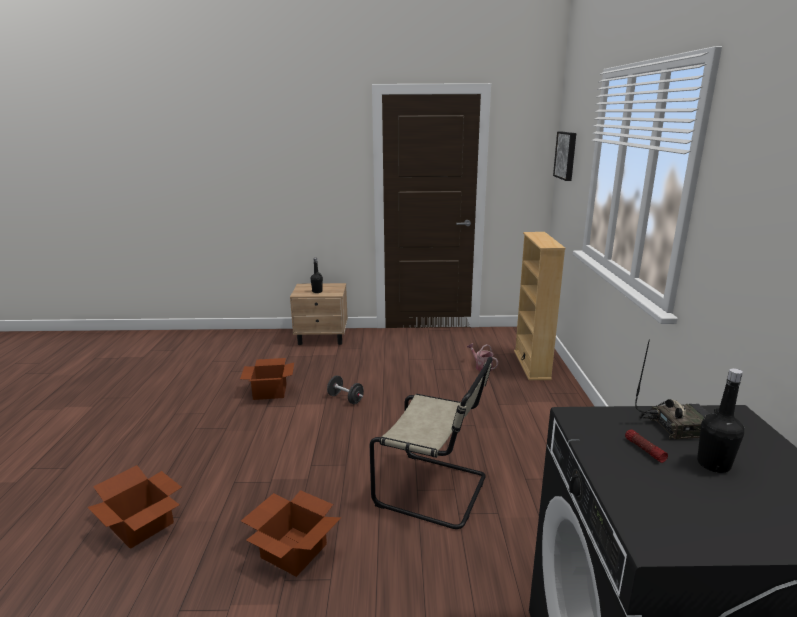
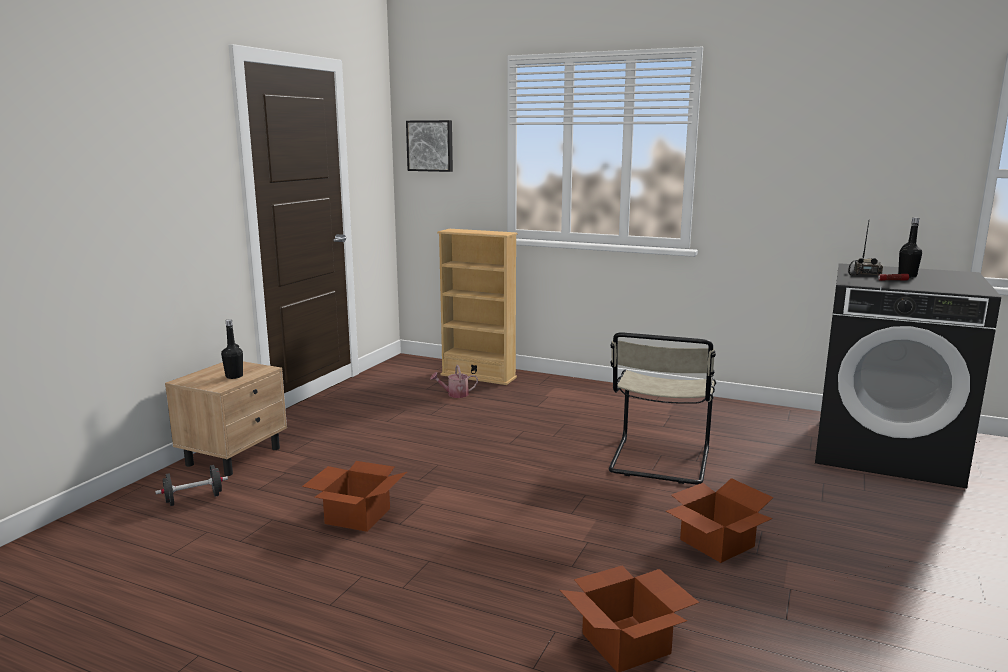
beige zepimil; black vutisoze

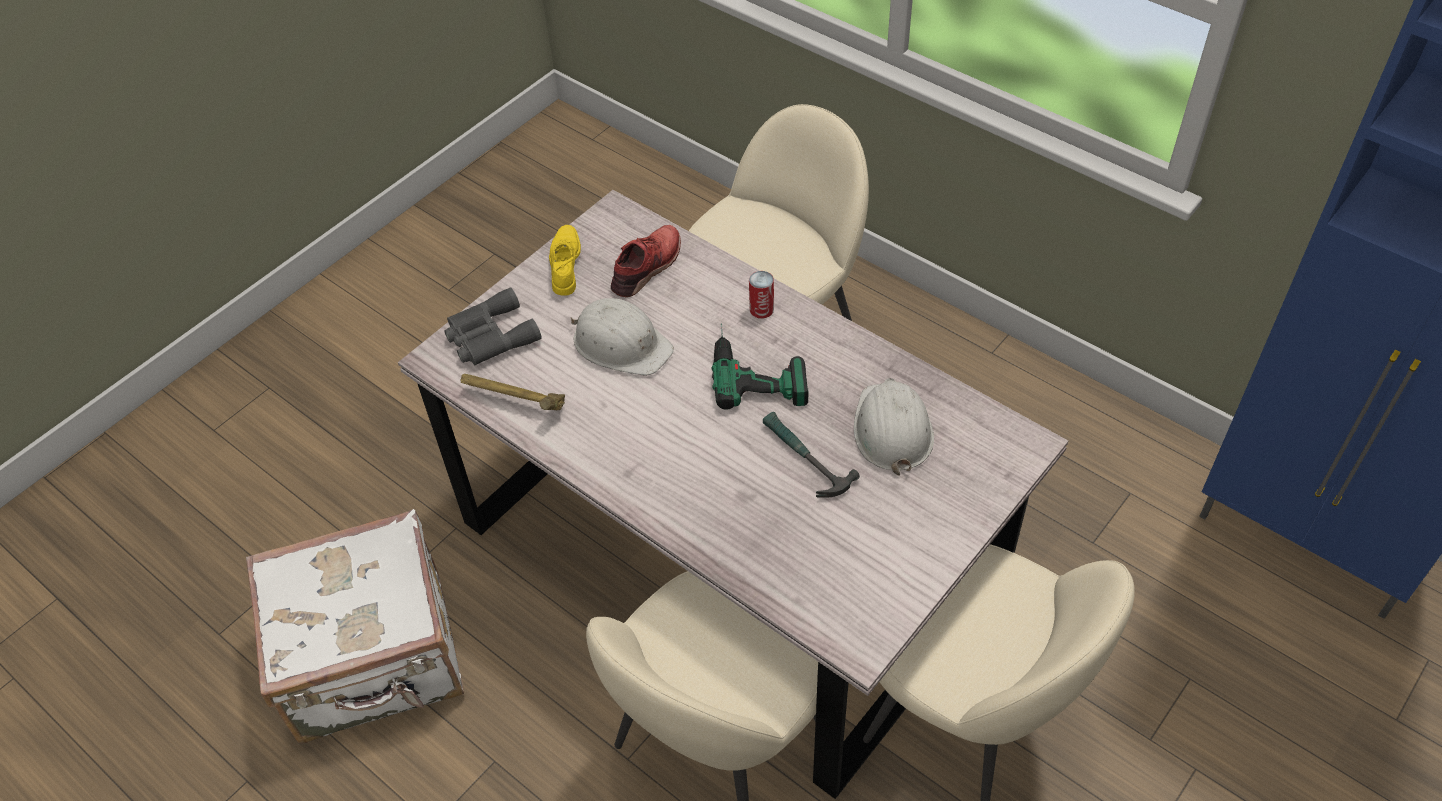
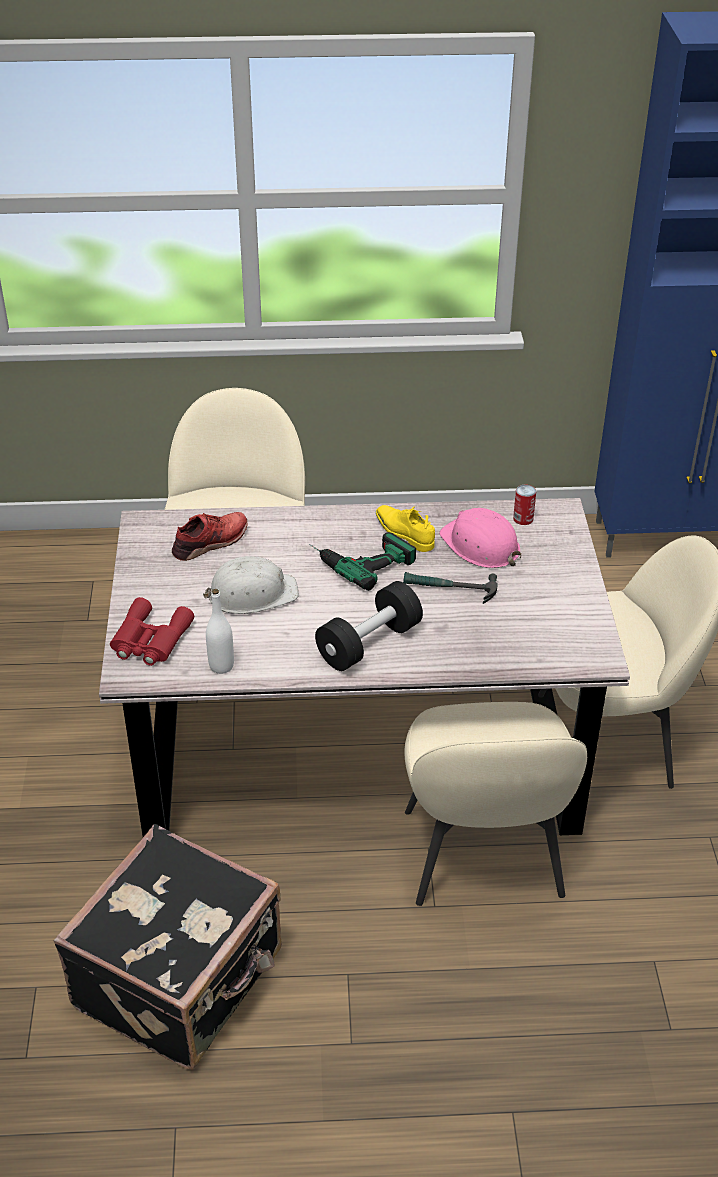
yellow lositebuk; red lositebuk; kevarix; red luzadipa; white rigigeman; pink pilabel; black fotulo; black vutisoze

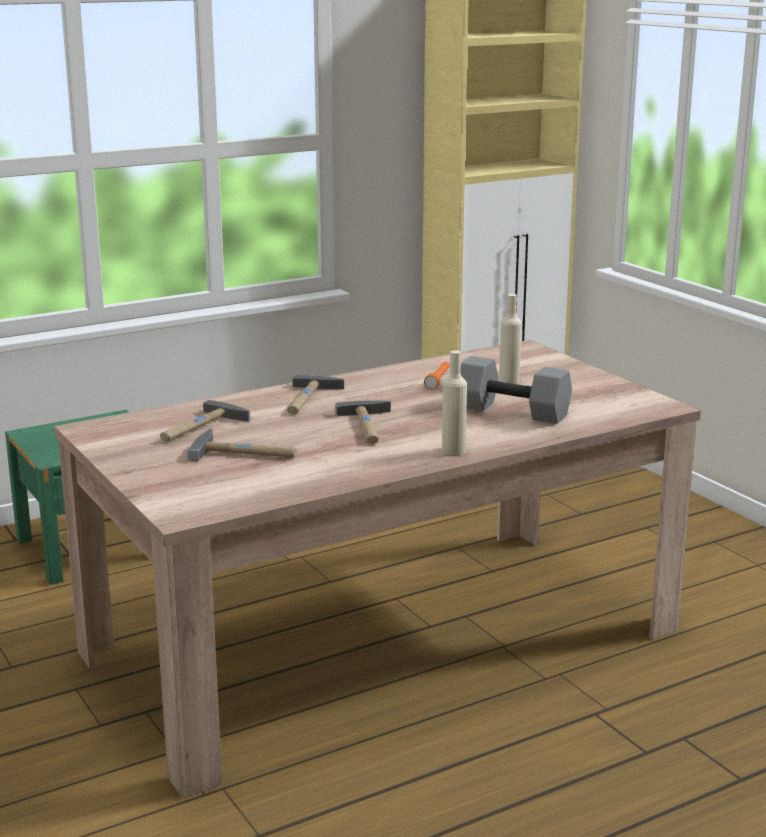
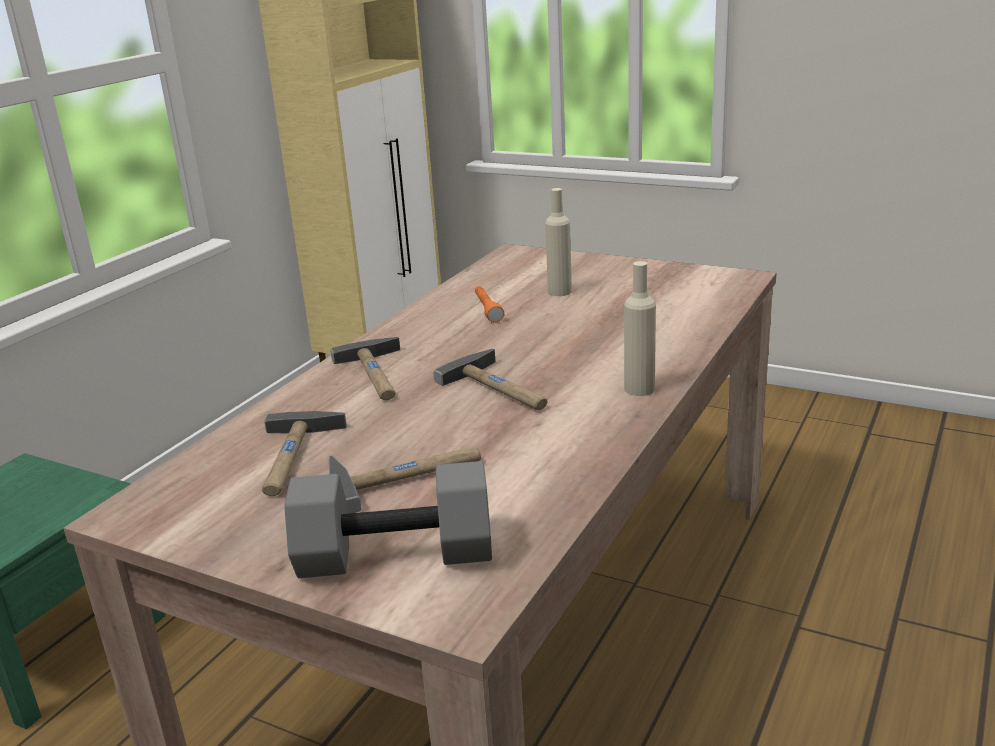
grey vutisoze

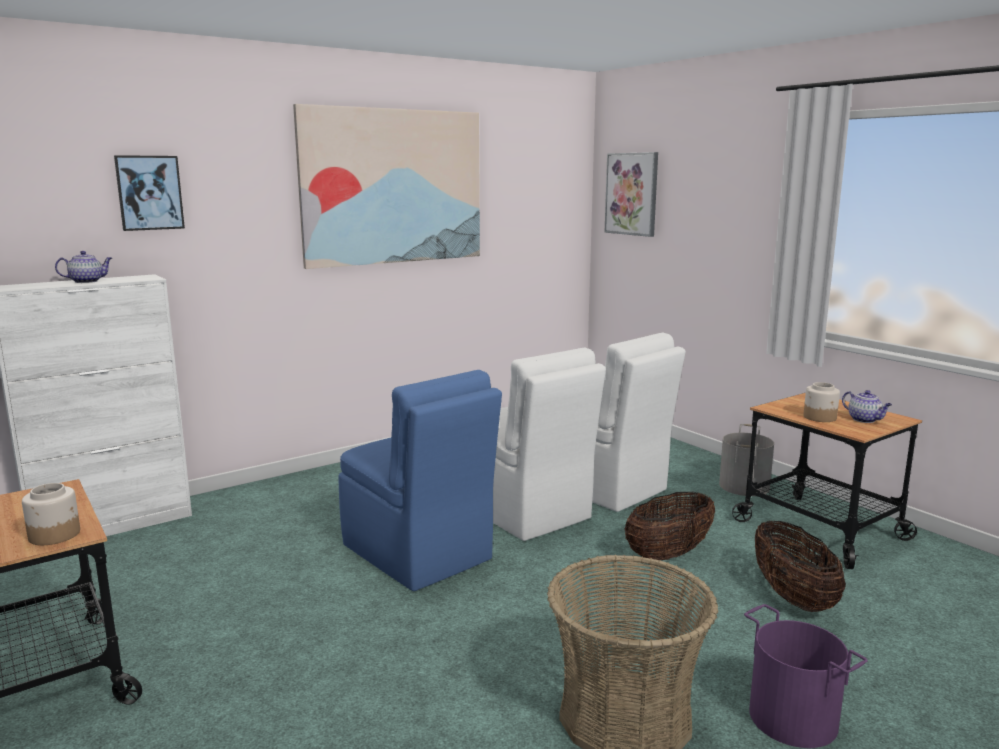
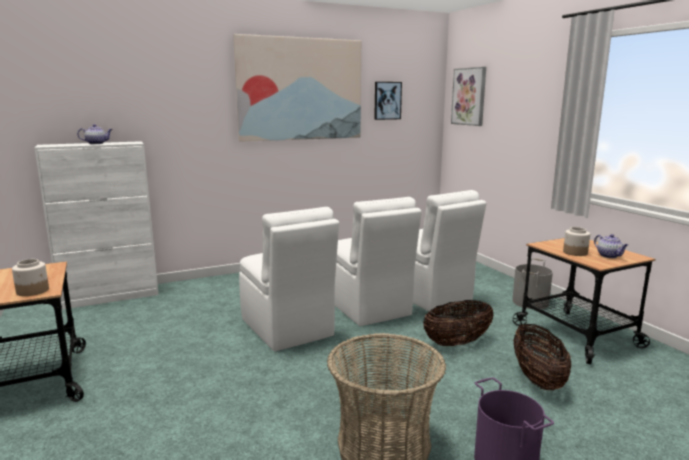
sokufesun (2nd from left); white zepimil (1st from left)

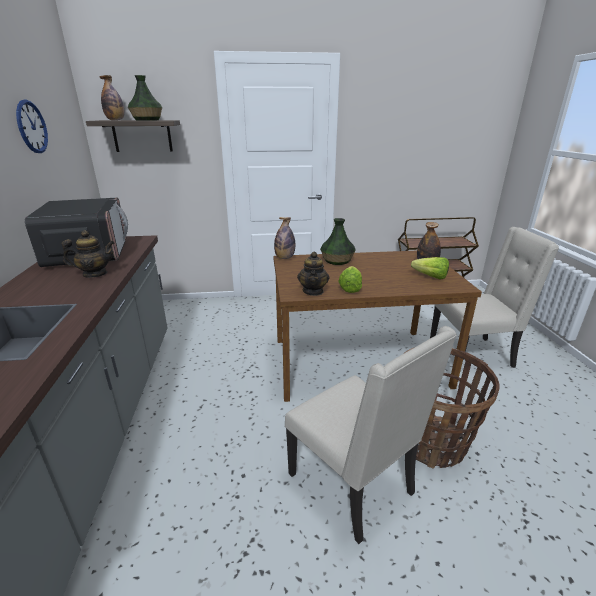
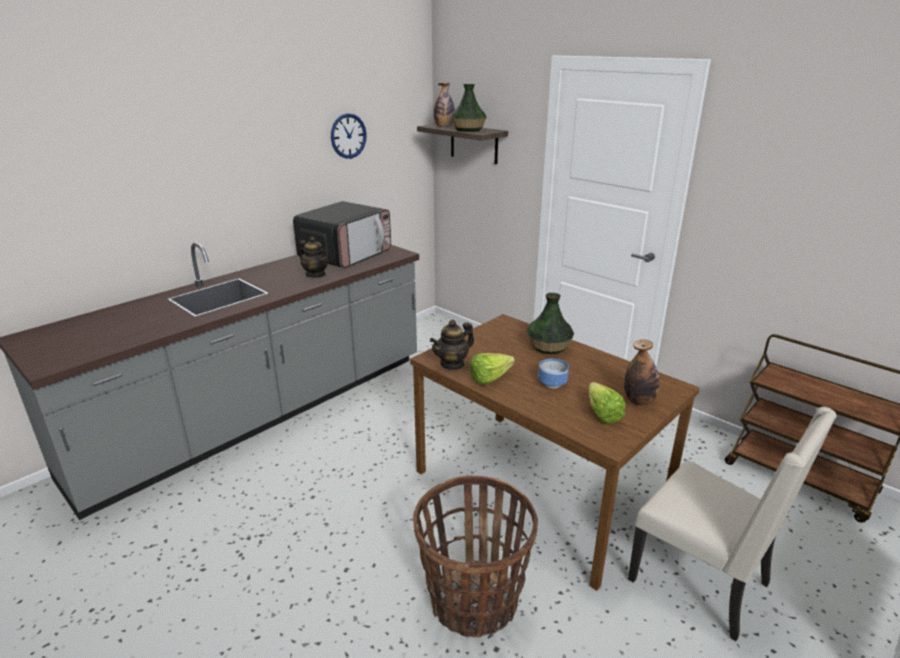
rigigeman (2nd from left in the first image); beige zepimil (1st from left in the first image); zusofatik

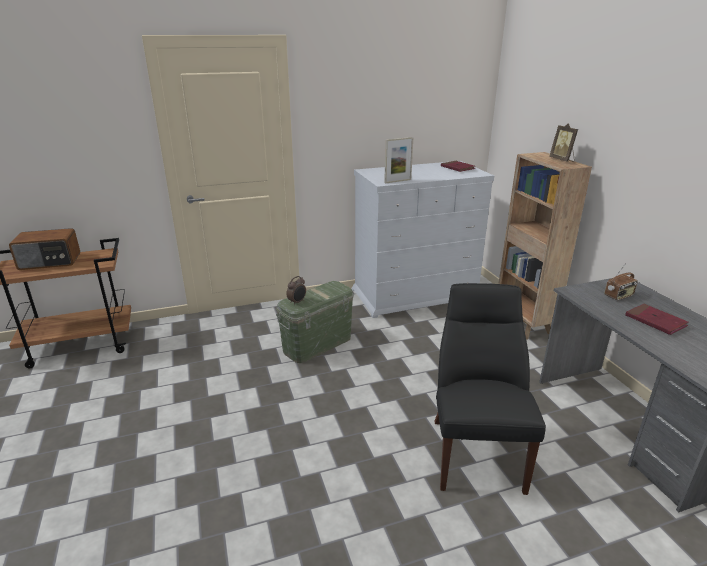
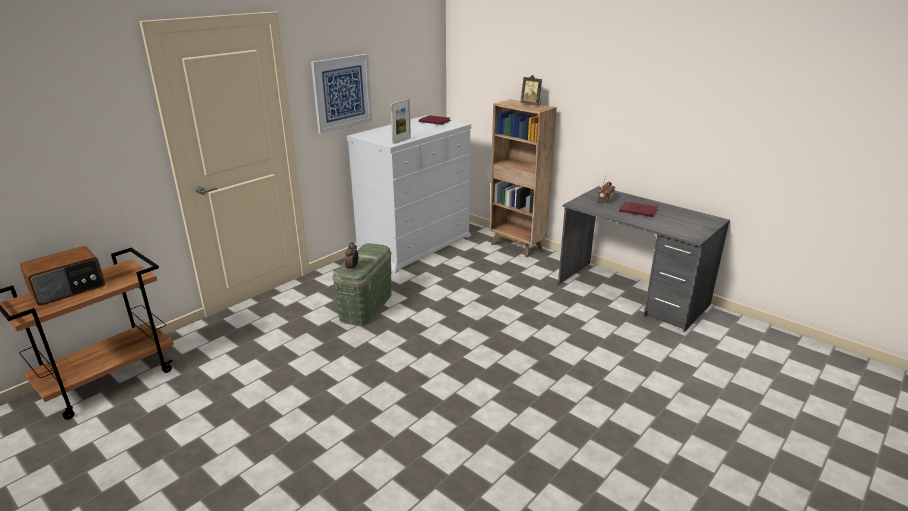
black zepimil; sokufesun

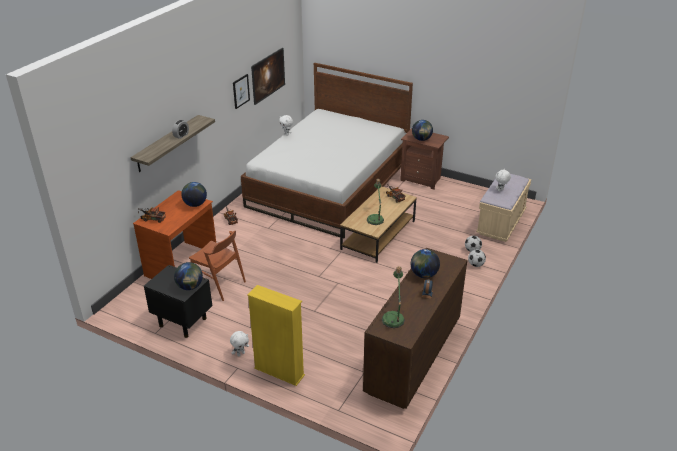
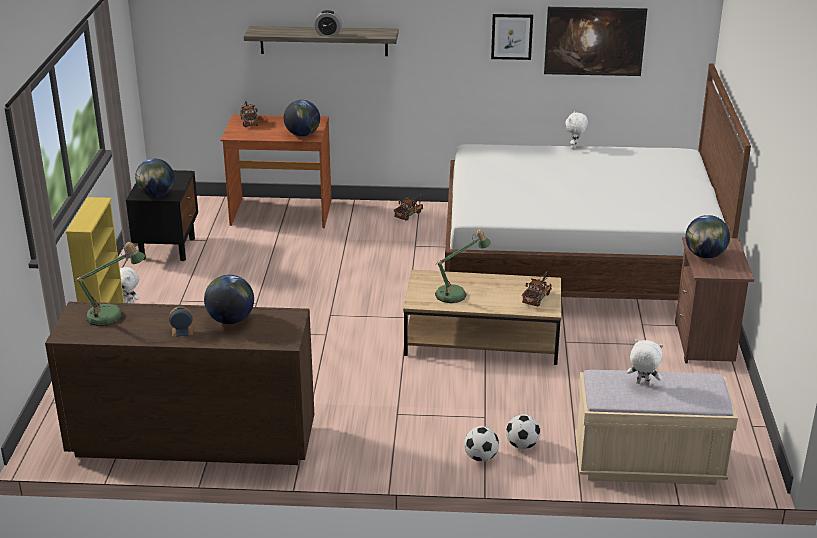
brown zepimil

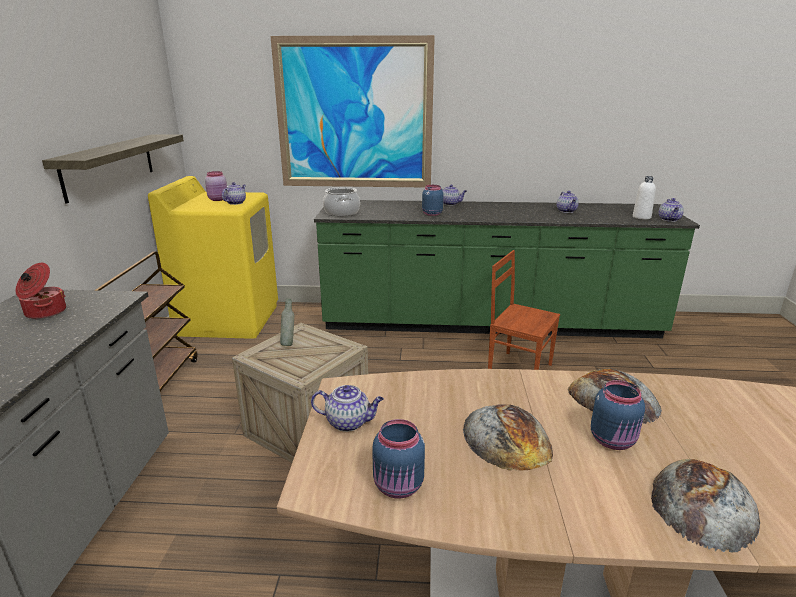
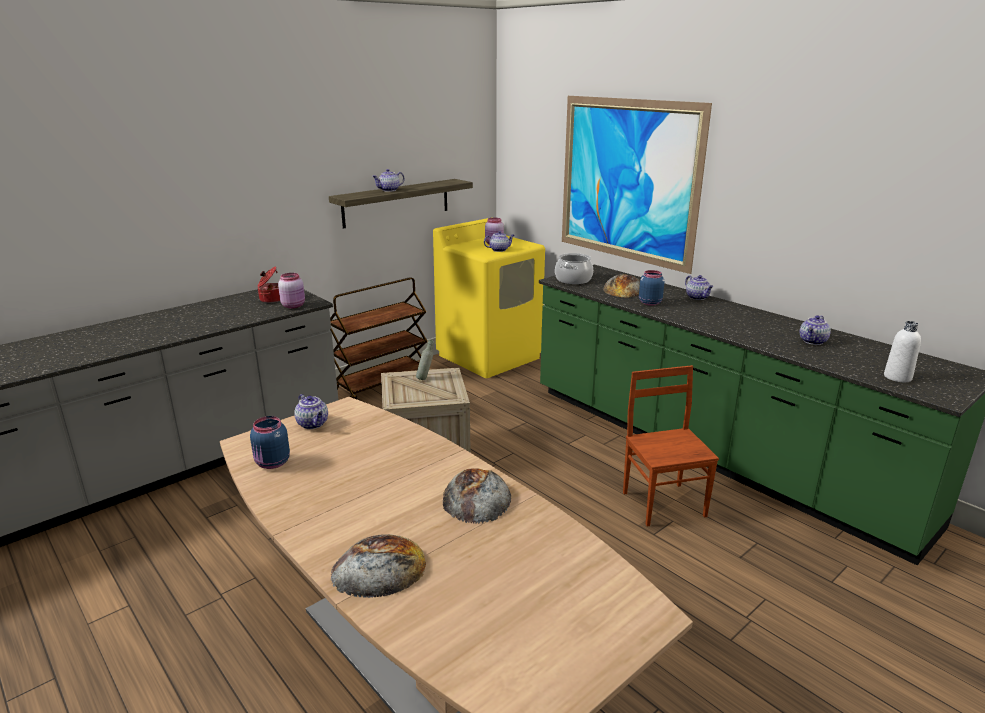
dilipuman (2nd from left); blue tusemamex (3rd from left in the first image); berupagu (3rd from left); pink tusemamex (1st from left)

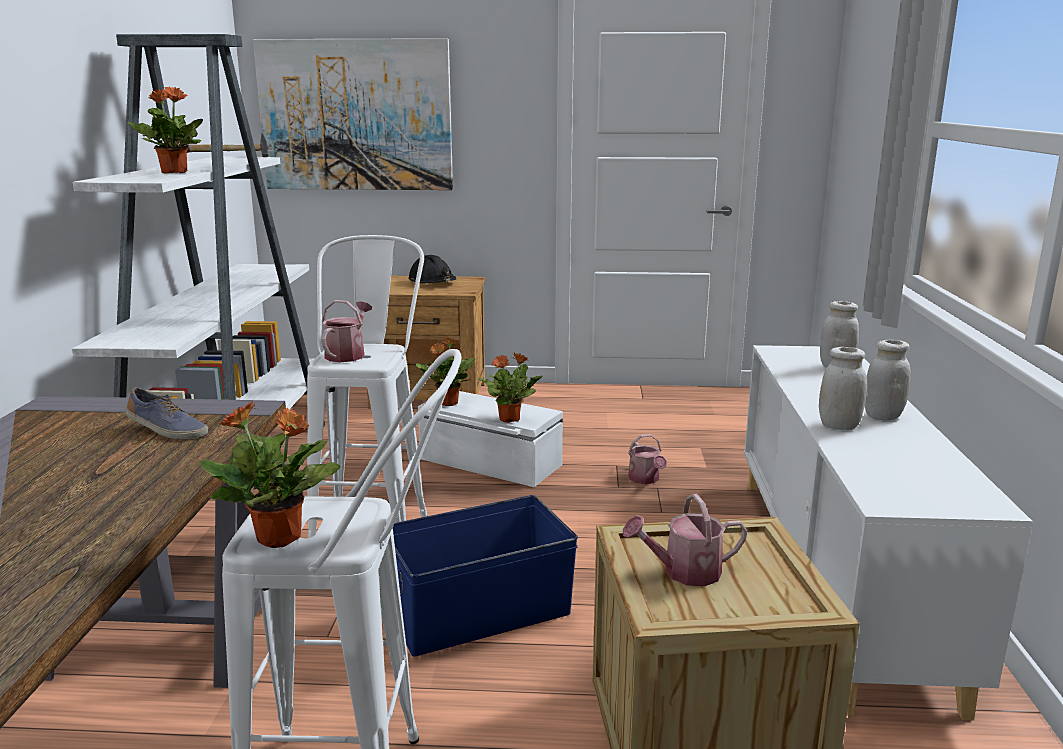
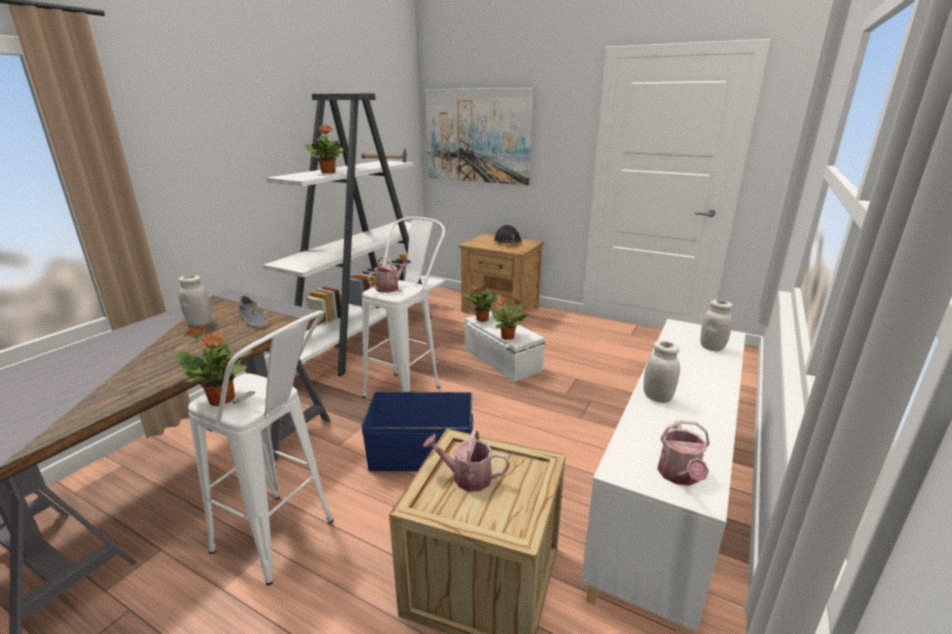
white tusemamex (1st from left); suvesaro (3rd from left)

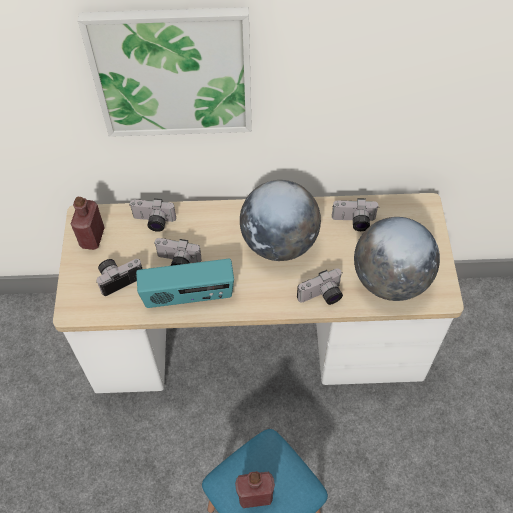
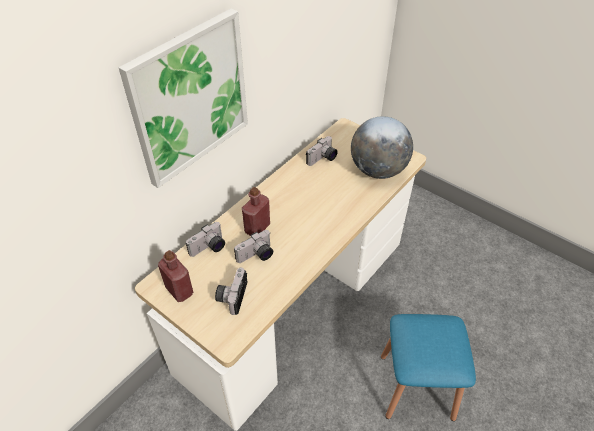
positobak (1st from left in the first image); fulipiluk; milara (4th from left in the first image); red rigigeman (2nd from left)

